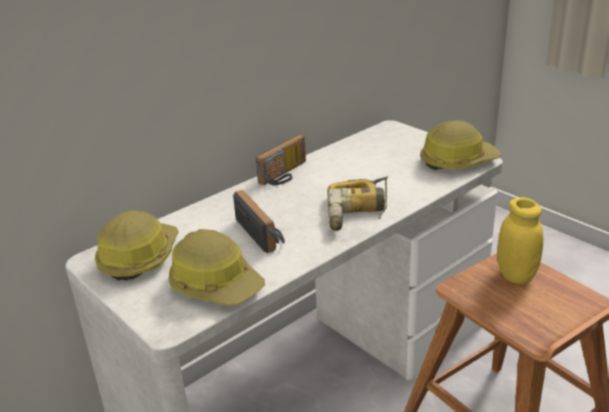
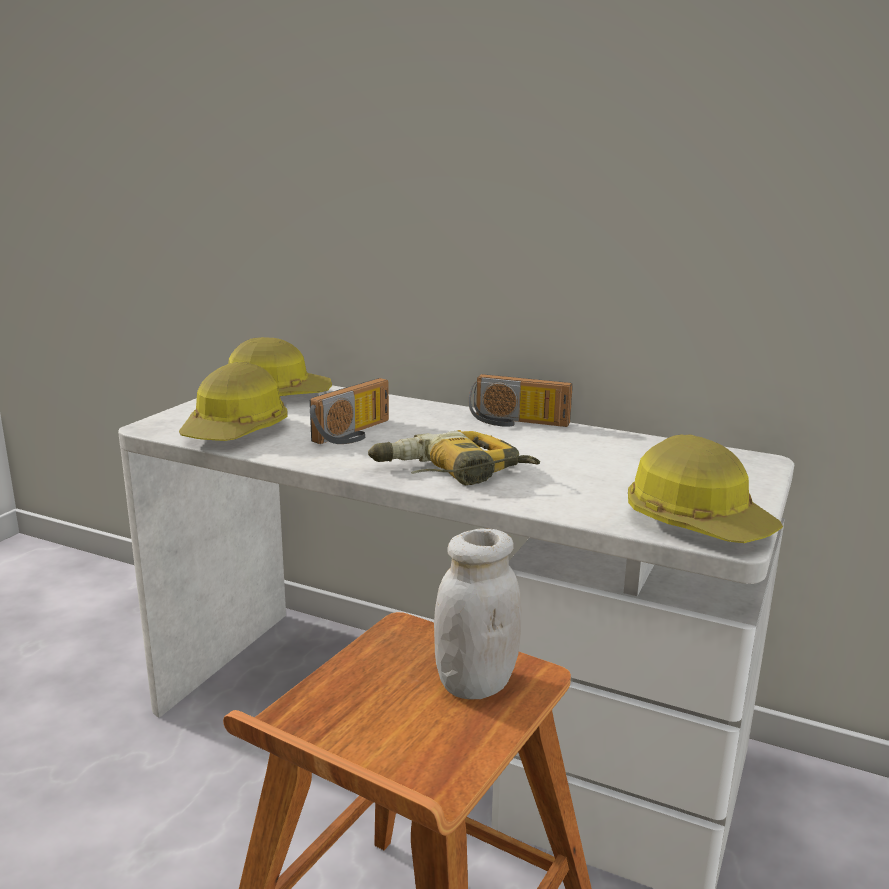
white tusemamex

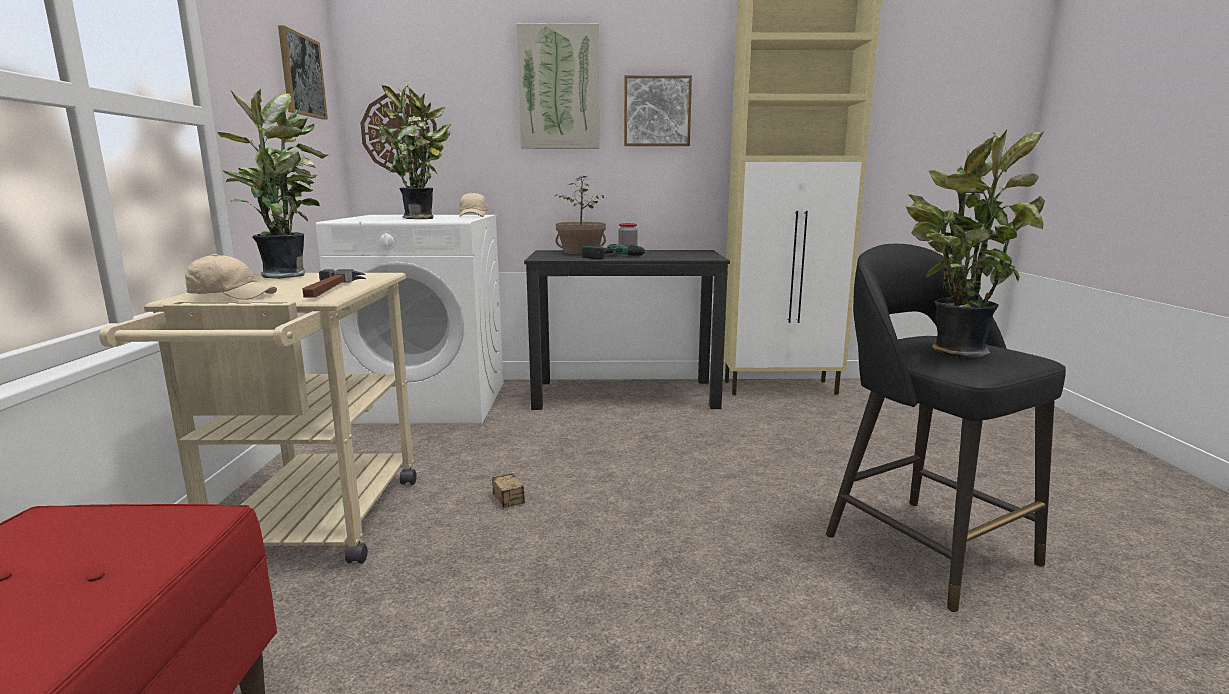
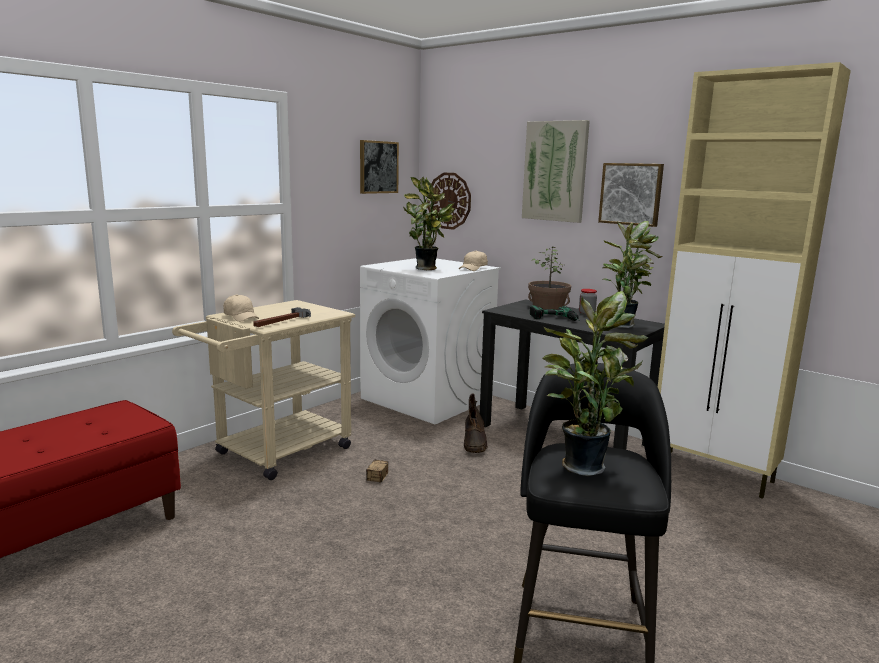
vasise (4th from left); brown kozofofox

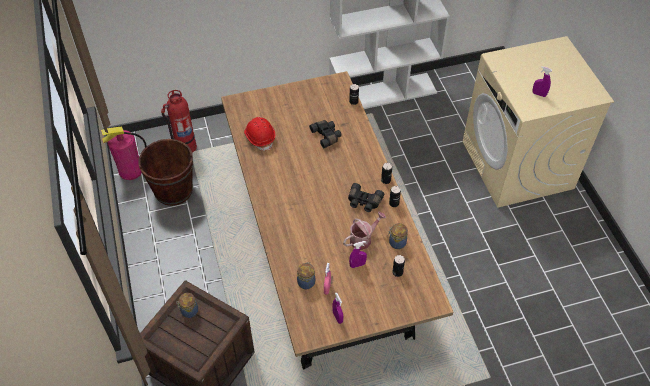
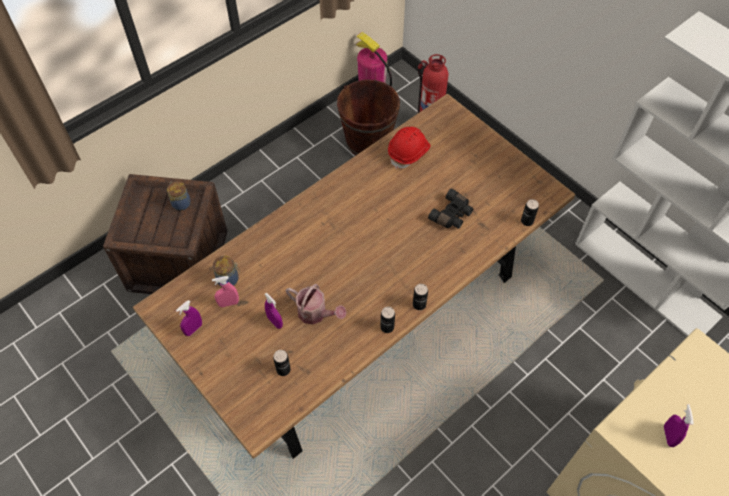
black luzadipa (2nd from left in the first image); tusemamex (3rd from left in the first image)

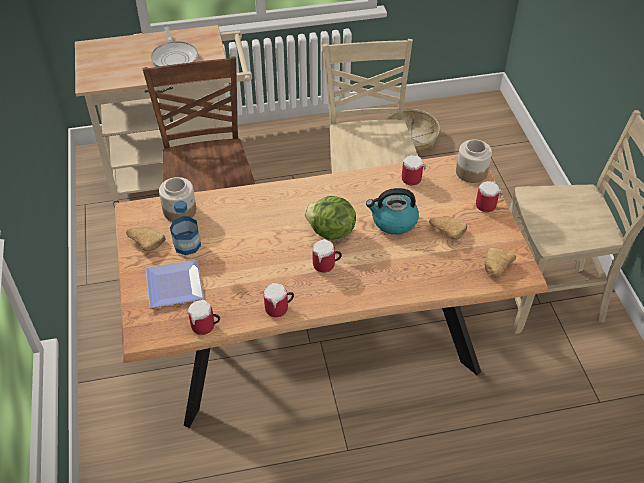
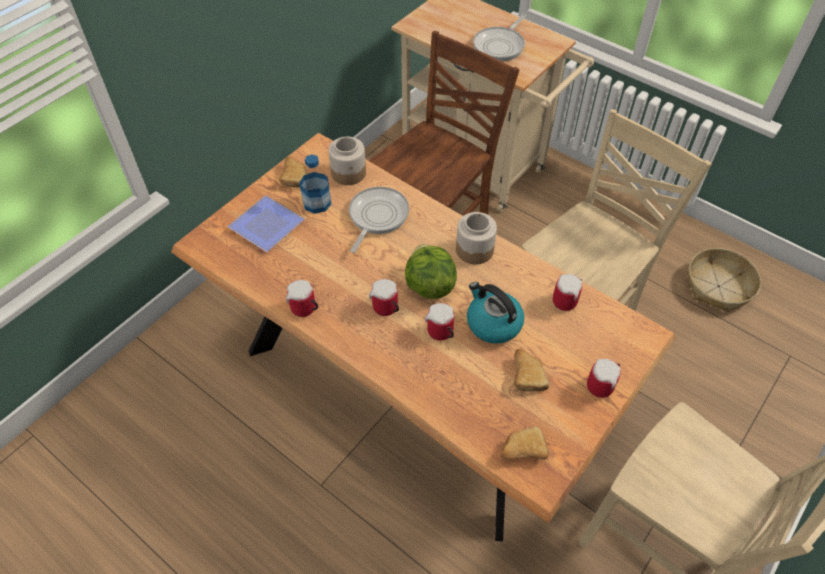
tusemamex (2nd from left); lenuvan (3rd from left); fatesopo (1st from left)

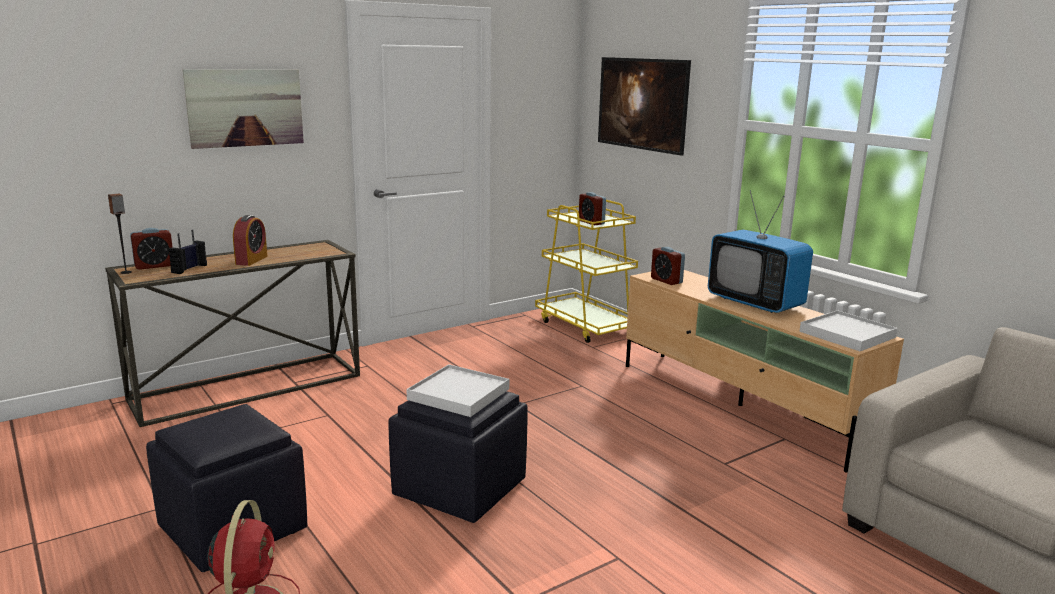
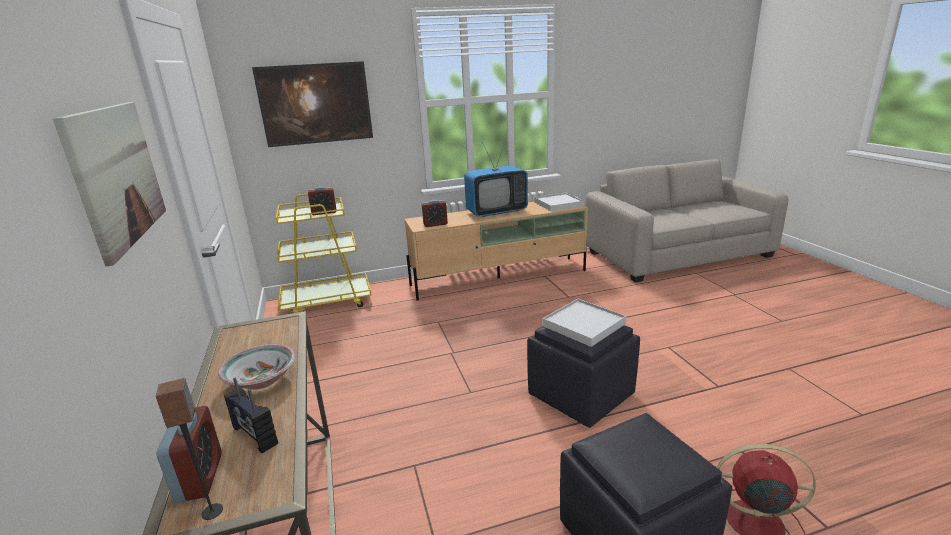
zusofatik

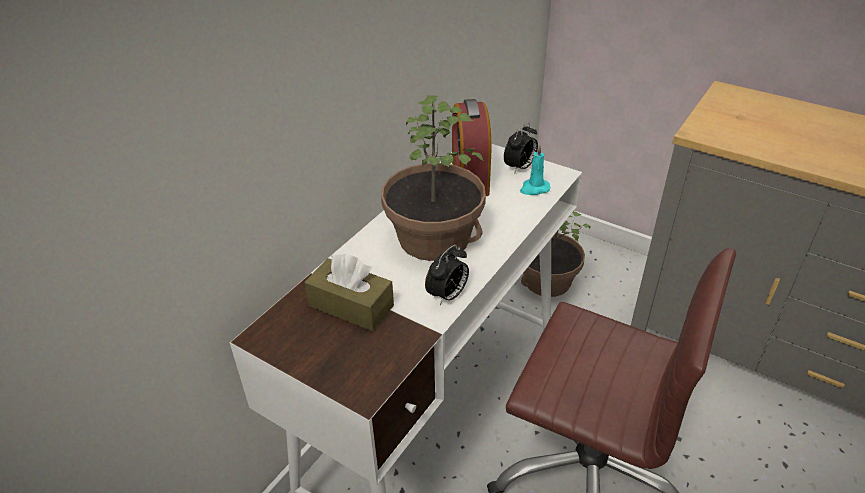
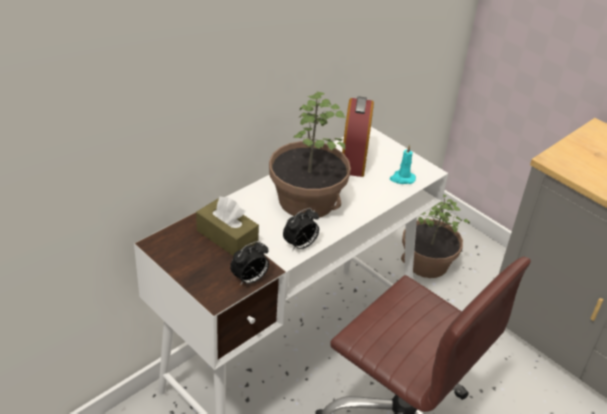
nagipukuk (1st from left)

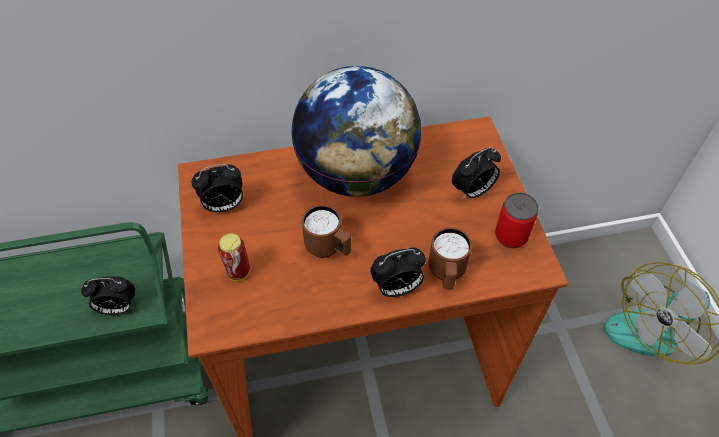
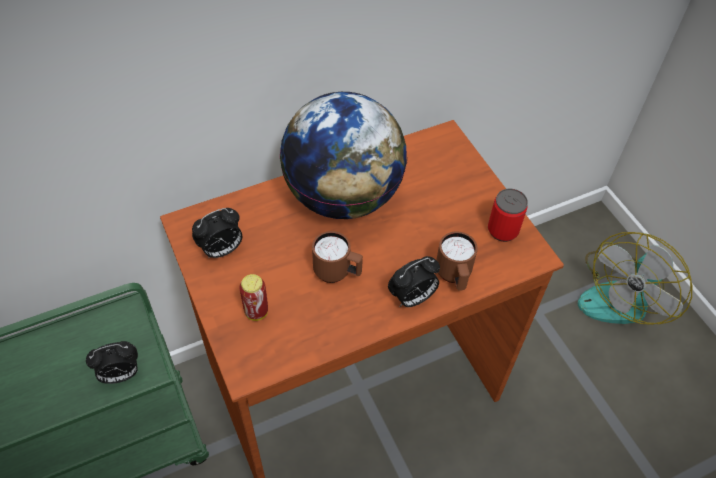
nagipukuk (4th from left in the first image)

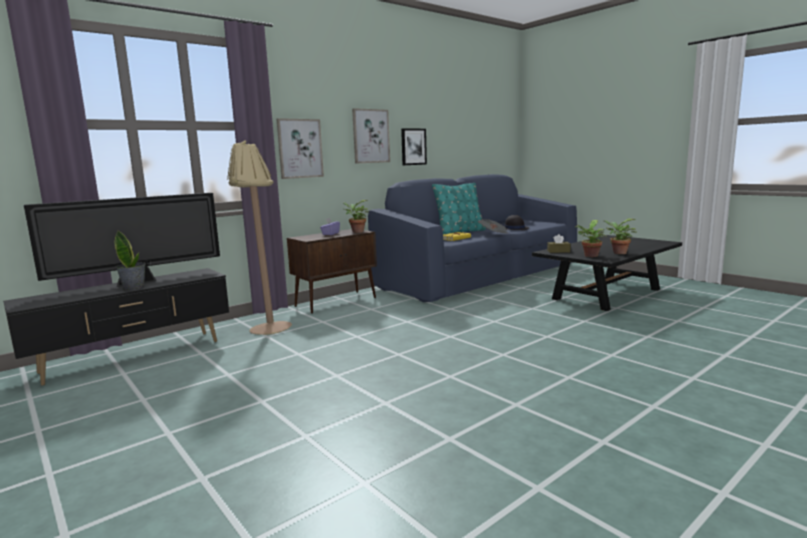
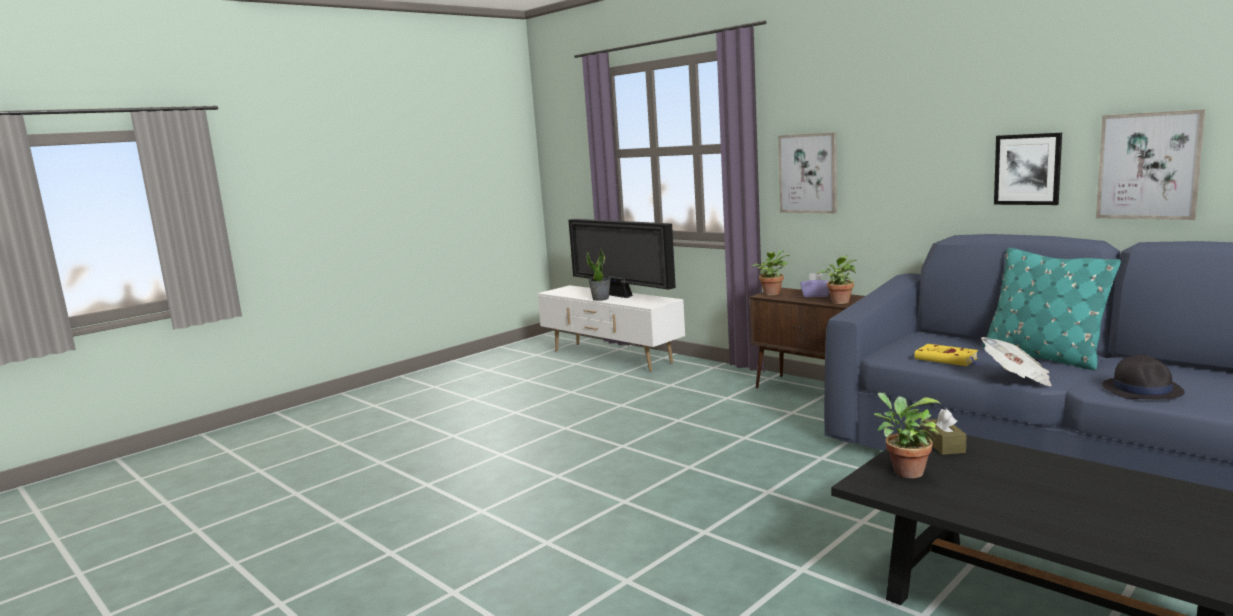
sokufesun (3rd from left); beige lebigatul; vasise (2nd from left); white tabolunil

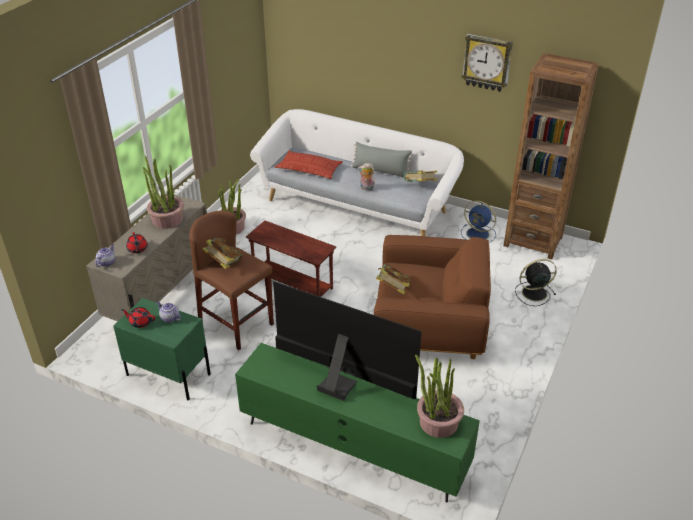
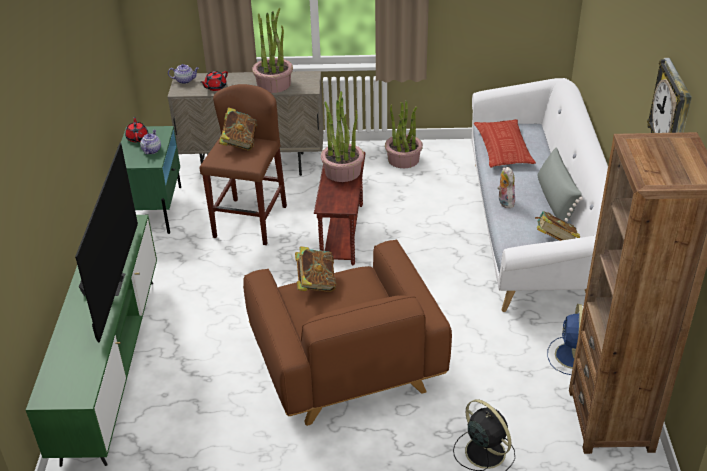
vasise (2nd from left)

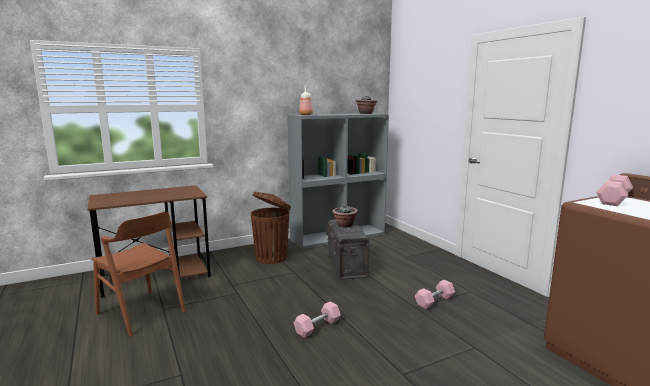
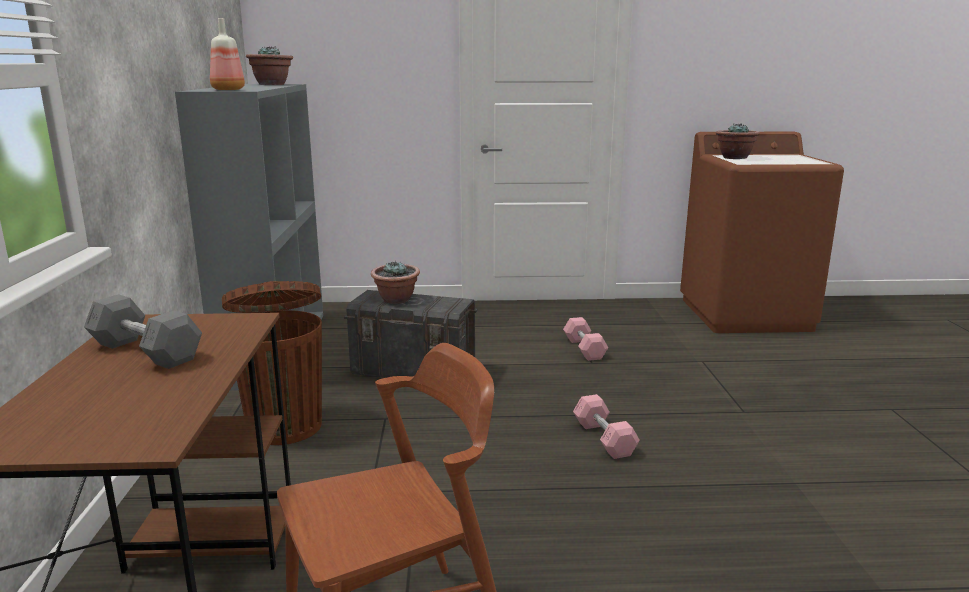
vasise (3rd from left); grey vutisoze

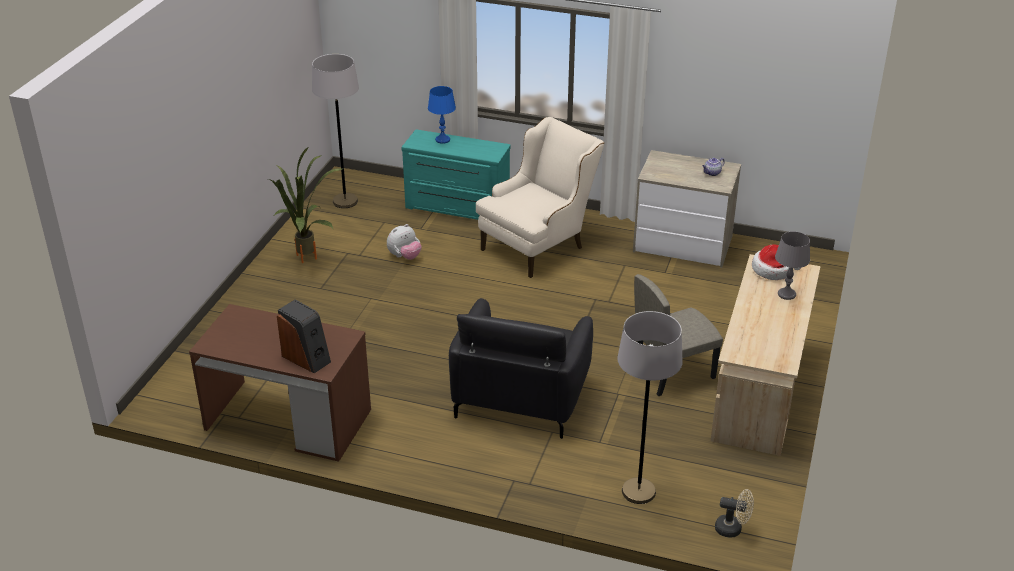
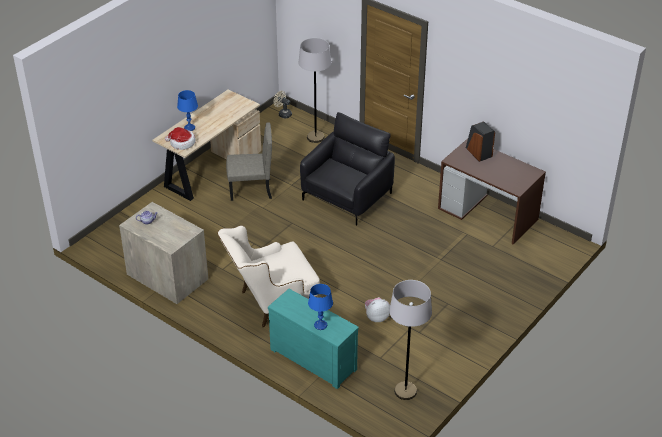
vasise; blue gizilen (1st from left)

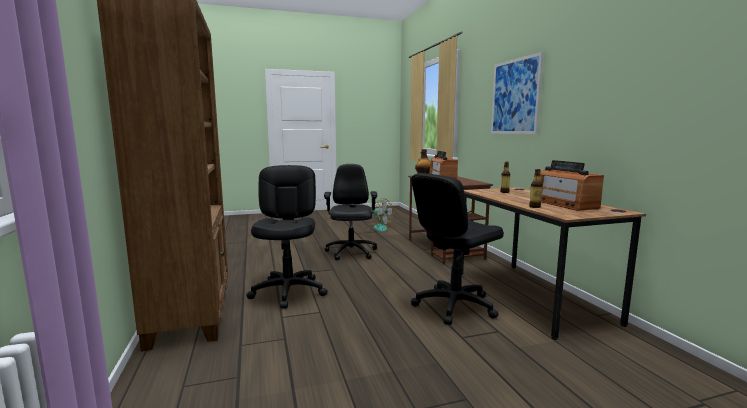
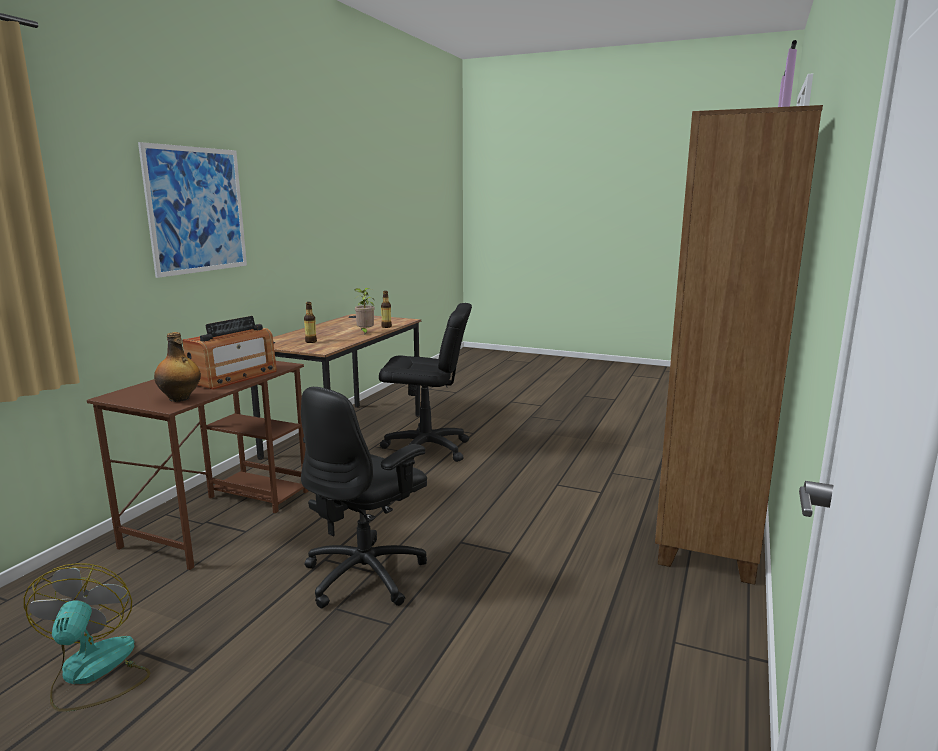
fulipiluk (2nd from left in the first image); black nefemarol (1st from left in the first image); vasise

